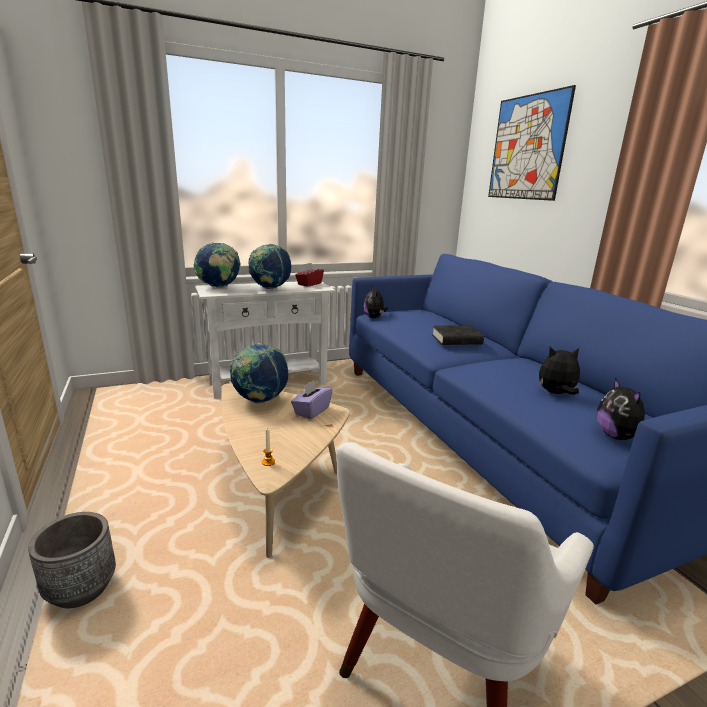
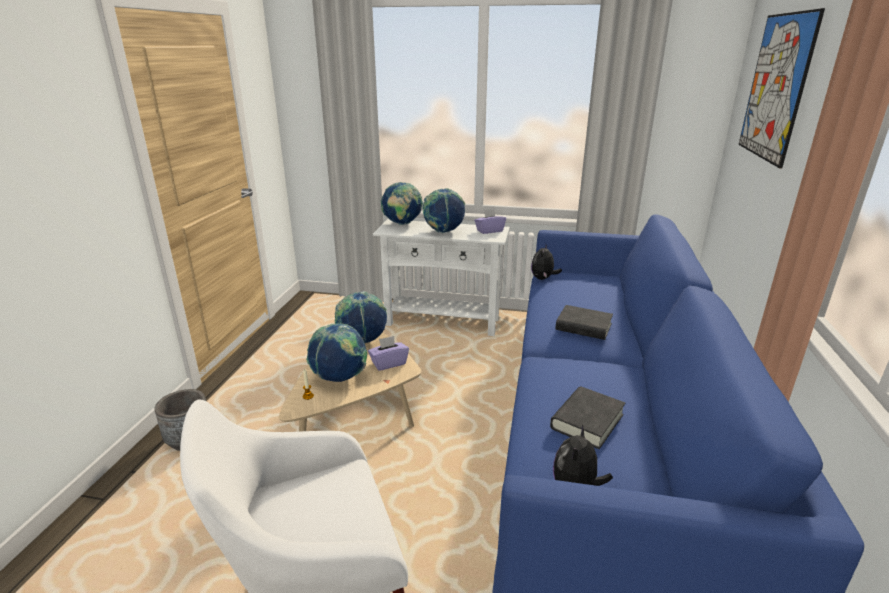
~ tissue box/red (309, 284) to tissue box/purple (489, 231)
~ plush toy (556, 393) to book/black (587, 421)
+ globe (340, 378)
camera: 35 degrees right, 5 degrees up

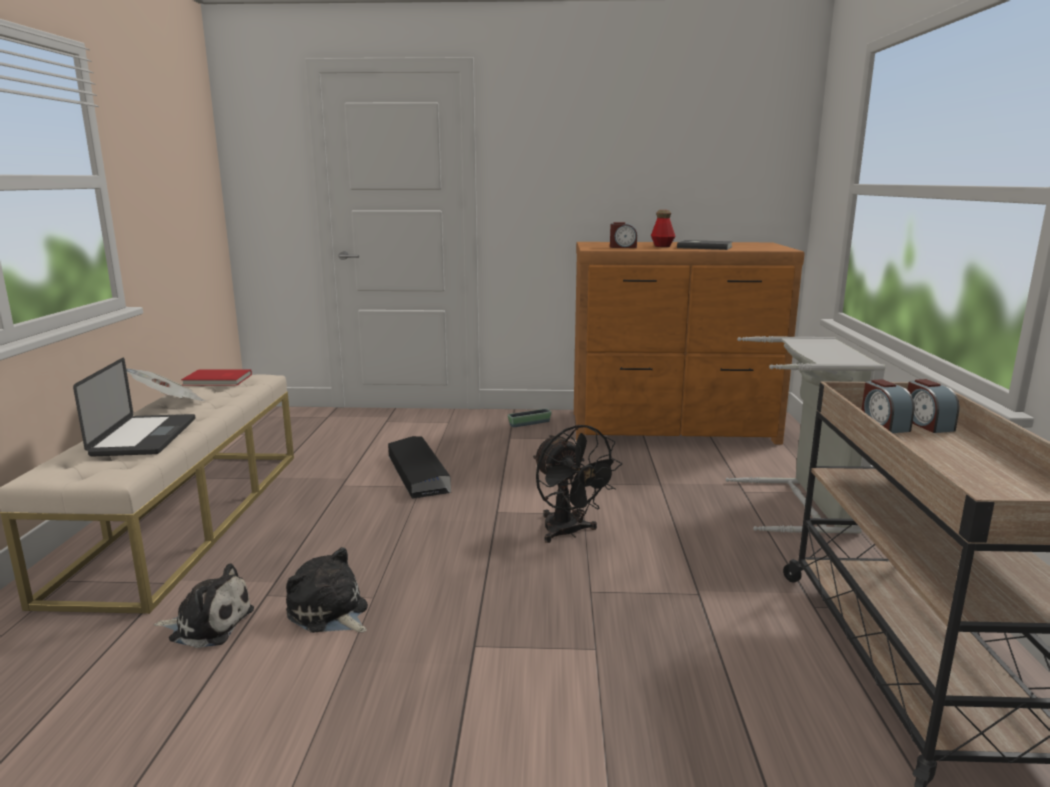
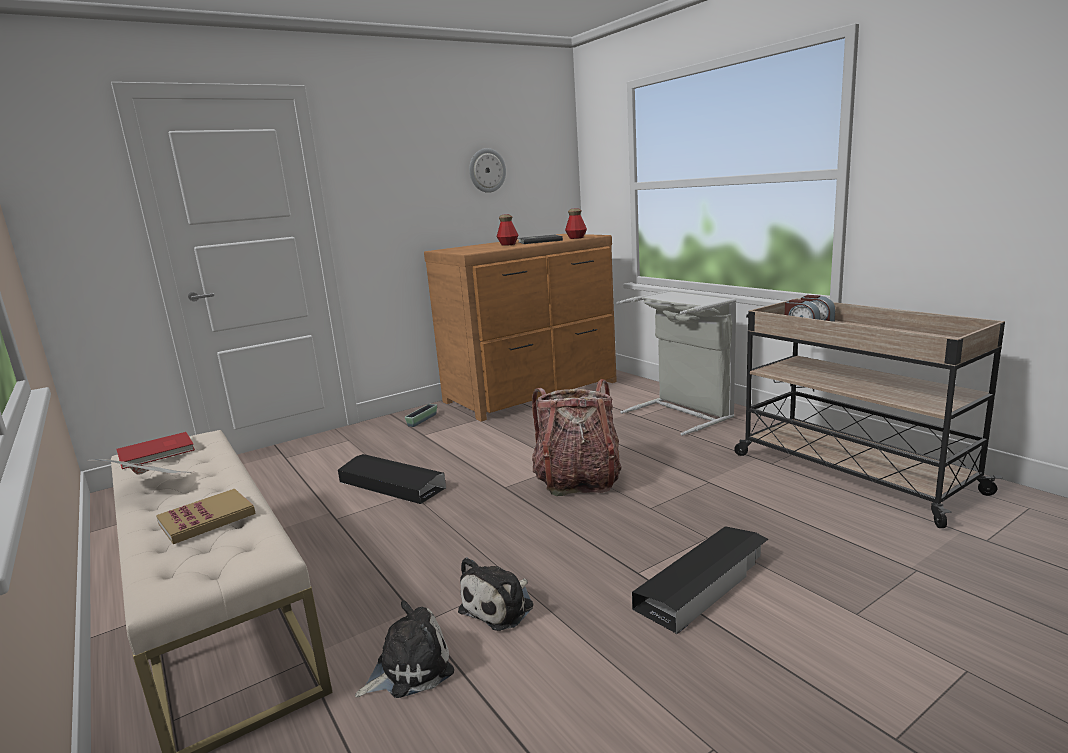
- alarm clock (623, 247)
~ laptop (144, 437) to book (207, 519)
~ fan/black (568, 533) to backpack (577, 480)
~ plush toy (329, 613) = (500, 607) 60 degrees counterclockwise
+ wall clock (487, 170)
+ bottle (576, 238)
+ storage box/black (704, 583)
camera: 35 degrees left, 0 degrees up

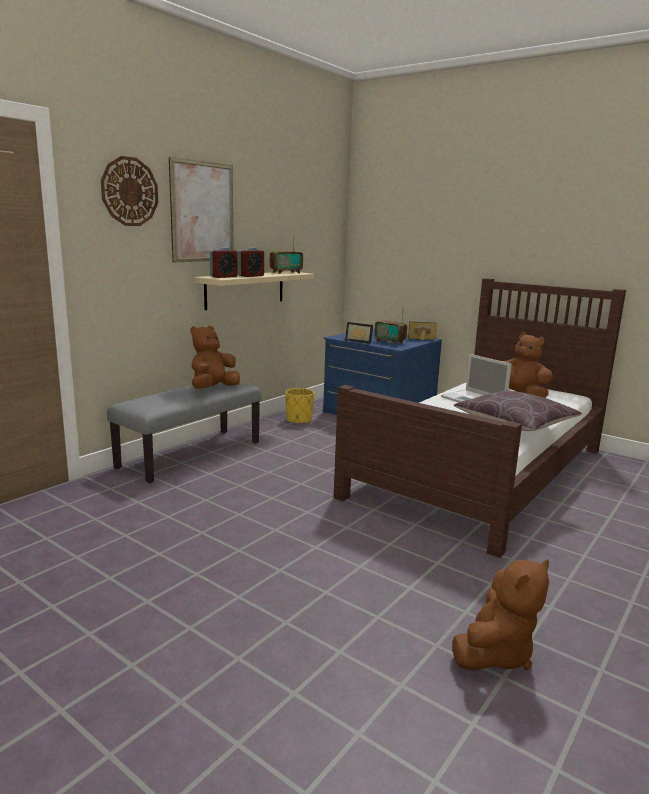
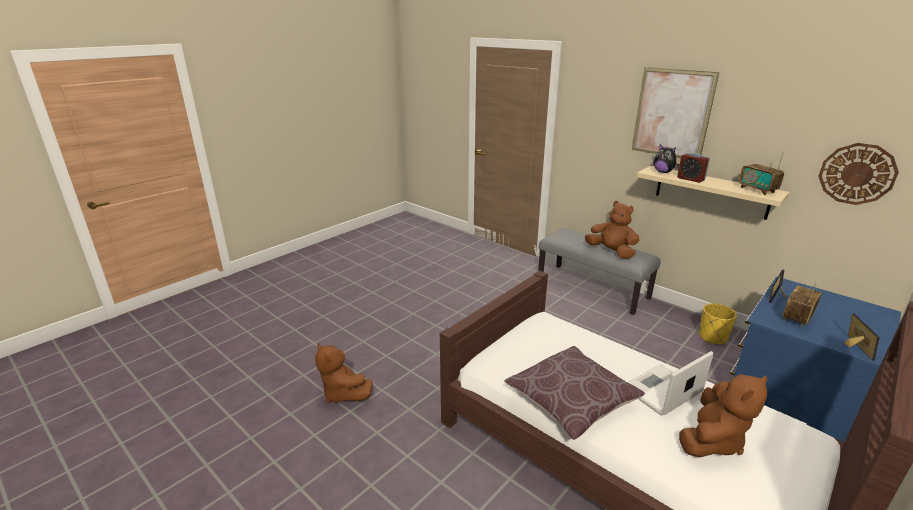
~ wall clock (129, 191) to (857, 174)
~ alarm clock (224, 277) to plush toy (663, 172)
camera: 95 degrees right, 10 degrees up

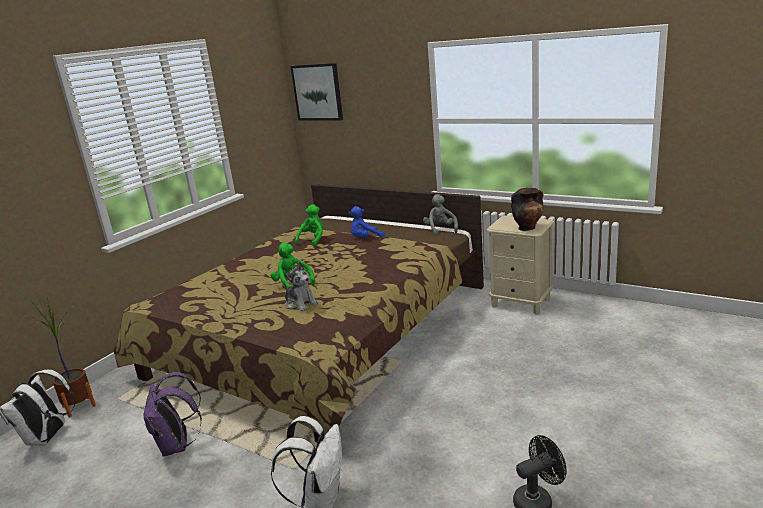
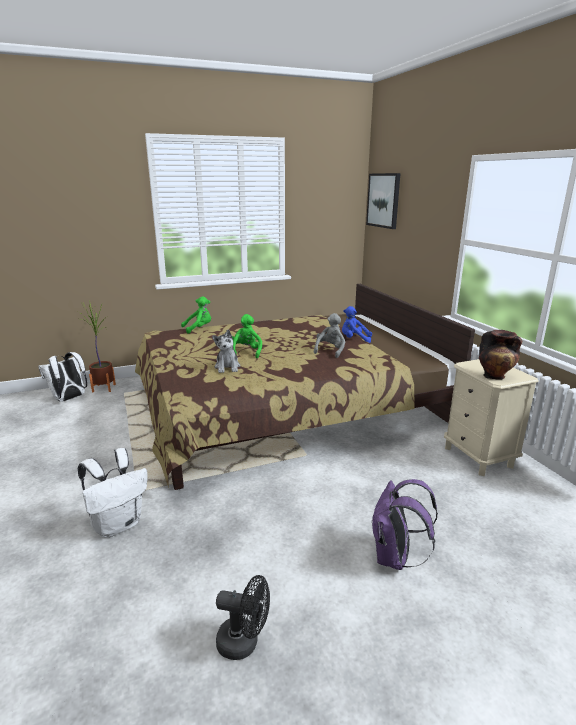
~ plush toy/grey (440, 230) to (330, 351)
~ plush toy/green (313, 240) to (199, 328)
~ backpack/purple (177, 446) to (395, 558)
camera: 35 degrees right, 0 degrees up

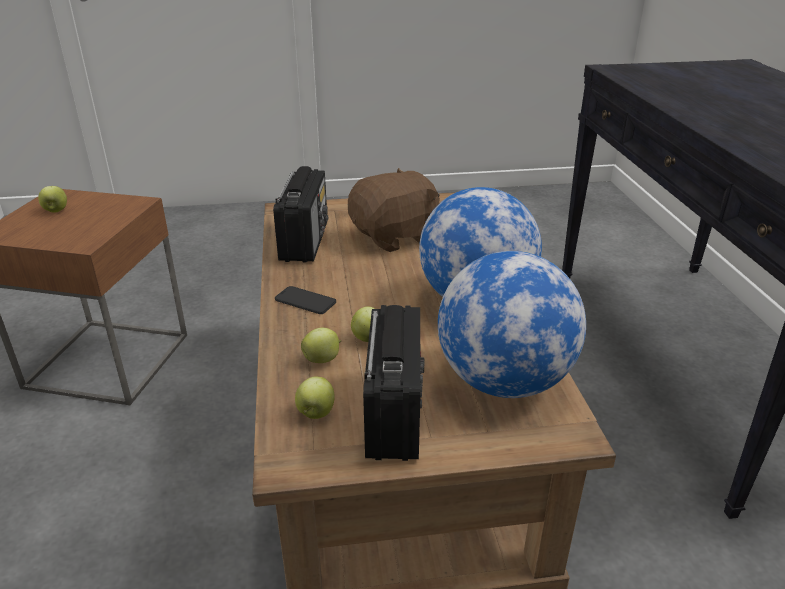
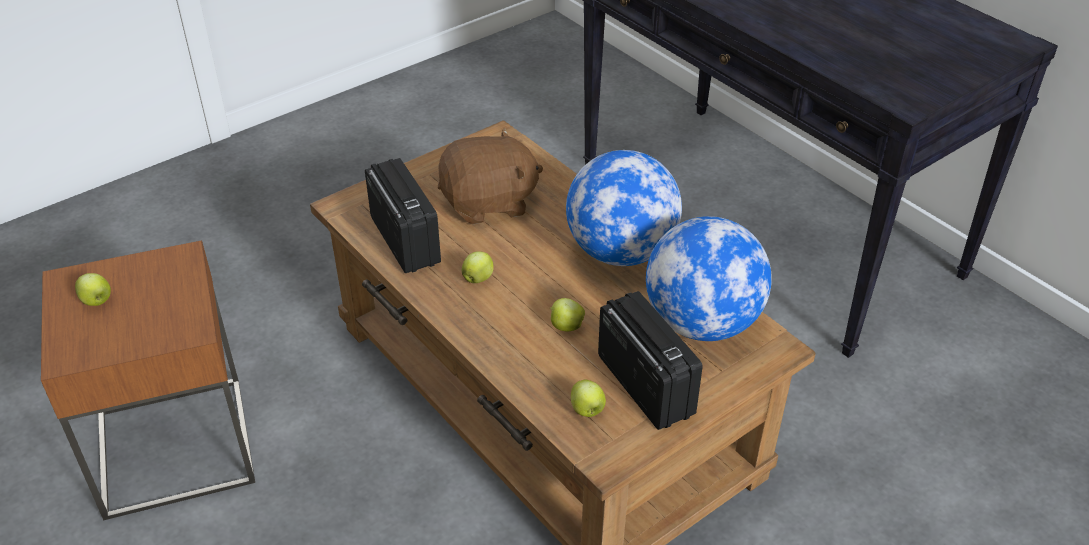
~ plush toy/brown (395, 236) = (489, 203) 45 degrees clockwise
- phone (305, 301)
~ apple (322, 360) to (478, 278)
camera: 30 degrees left, 10 degrees up

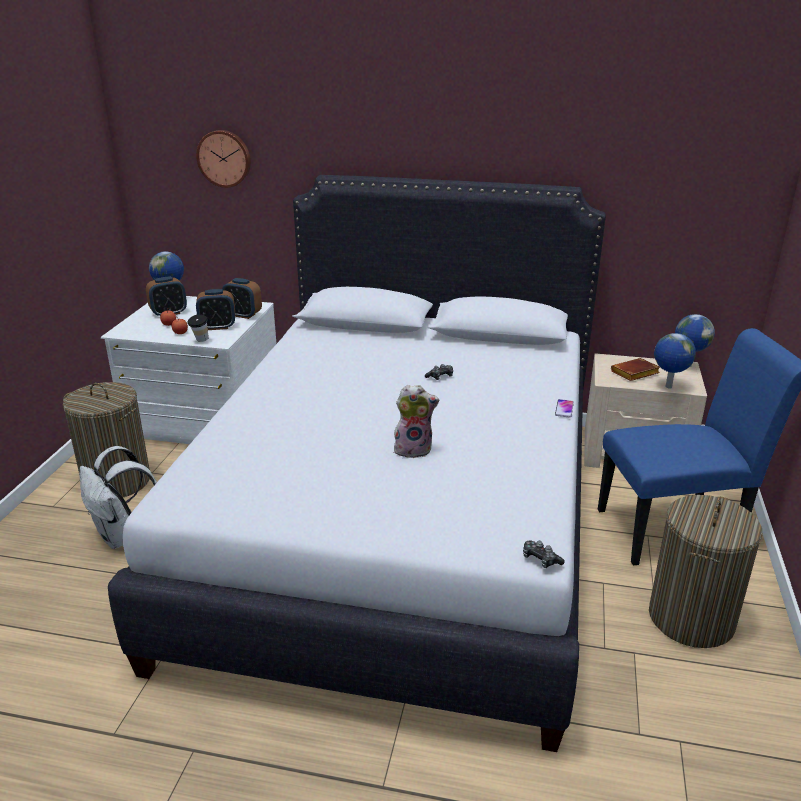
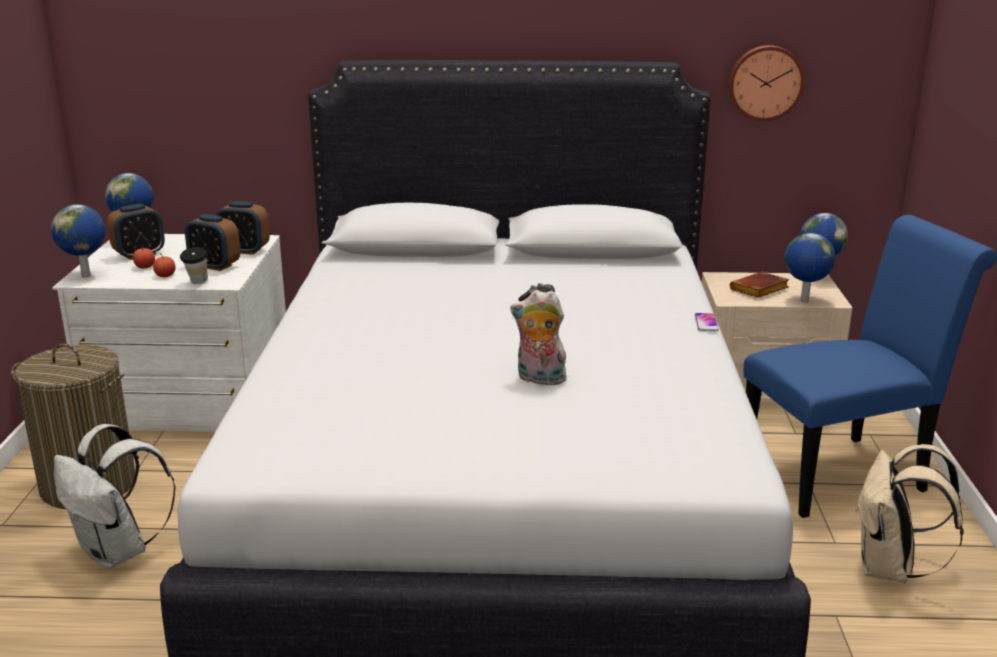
~ wall clock (224, 158) to (765, 82)
~ alarm clock (217, 327) = (215, 266) 45 degrees clockwise
~ plush toy (414, 449) = (539, 379) 150 degrees counterclockwise
~ laundry basket (691, 618) to backpack/beige (890, 569)
- game controller (540, 559)
+ globe (87, 276)
camera: 10 degrees left, 5 degrees down

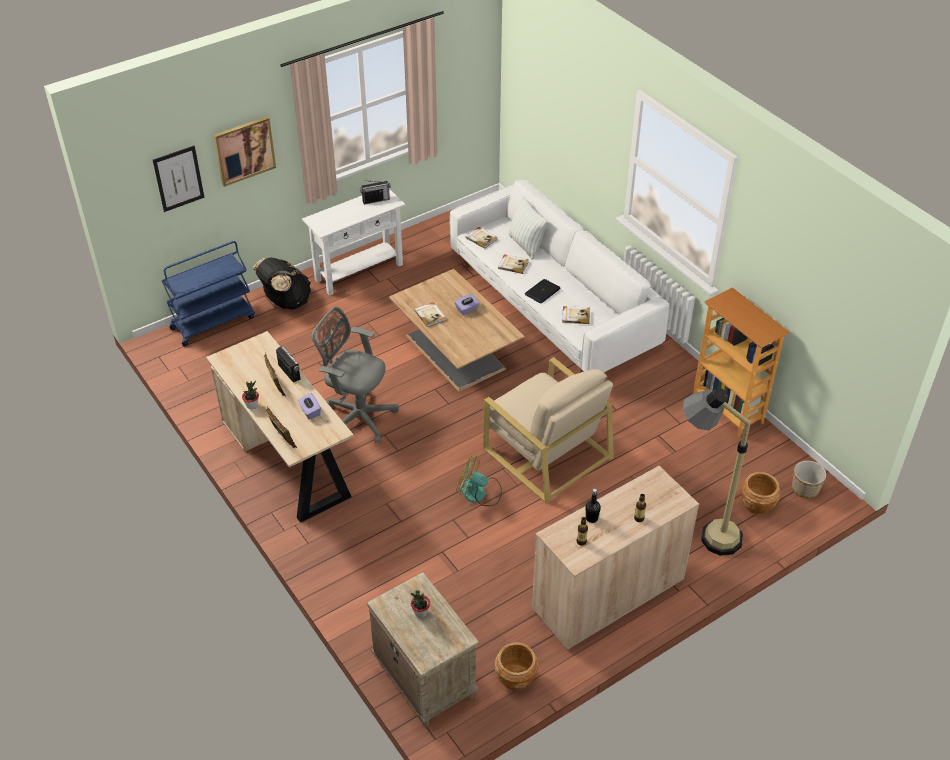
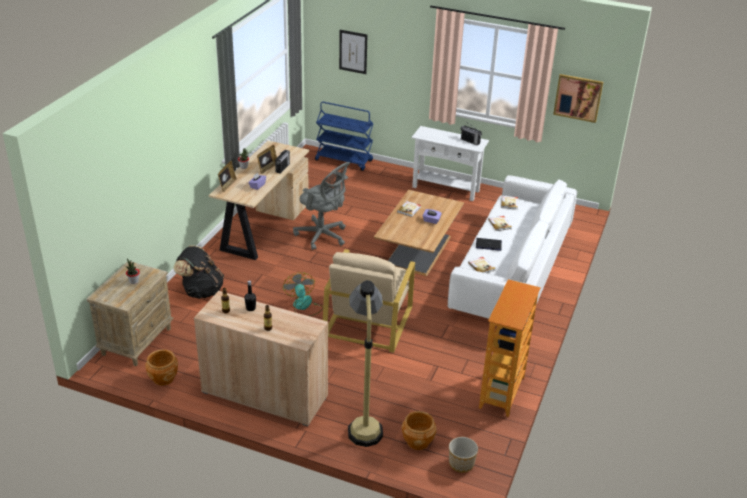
~ picture (244, 150) to (578, 97)
- pillow (526, 245)
~ backpack/black (285, 302) to (201, 291)
~ office chair/grey (357, 415) = (323, 236) 135 degrees clockwise
camera: 55 degrees right, 10 degrees down

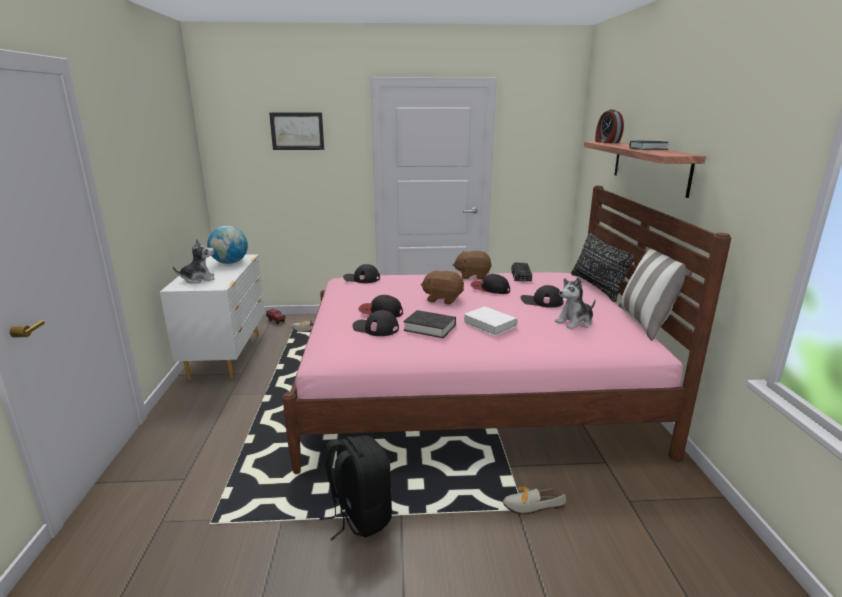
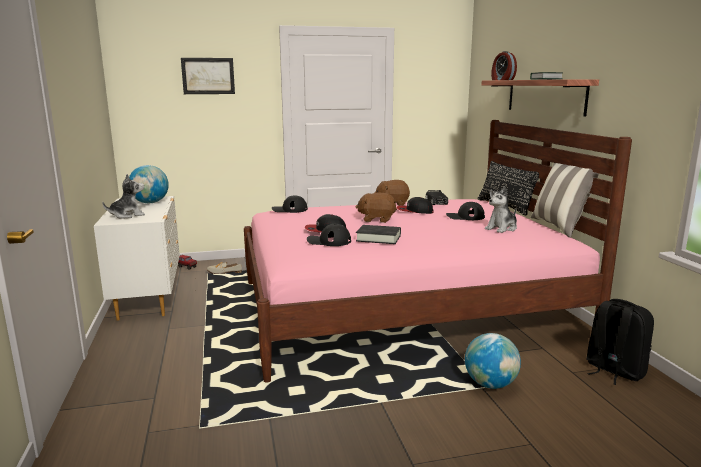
- book/white (489, 325)
~ backpack/black (359, 516) to (614, 370)
~ shoe (528, 506) to globe (490, 384)
camera: 10 degrees left, 5 degrees down

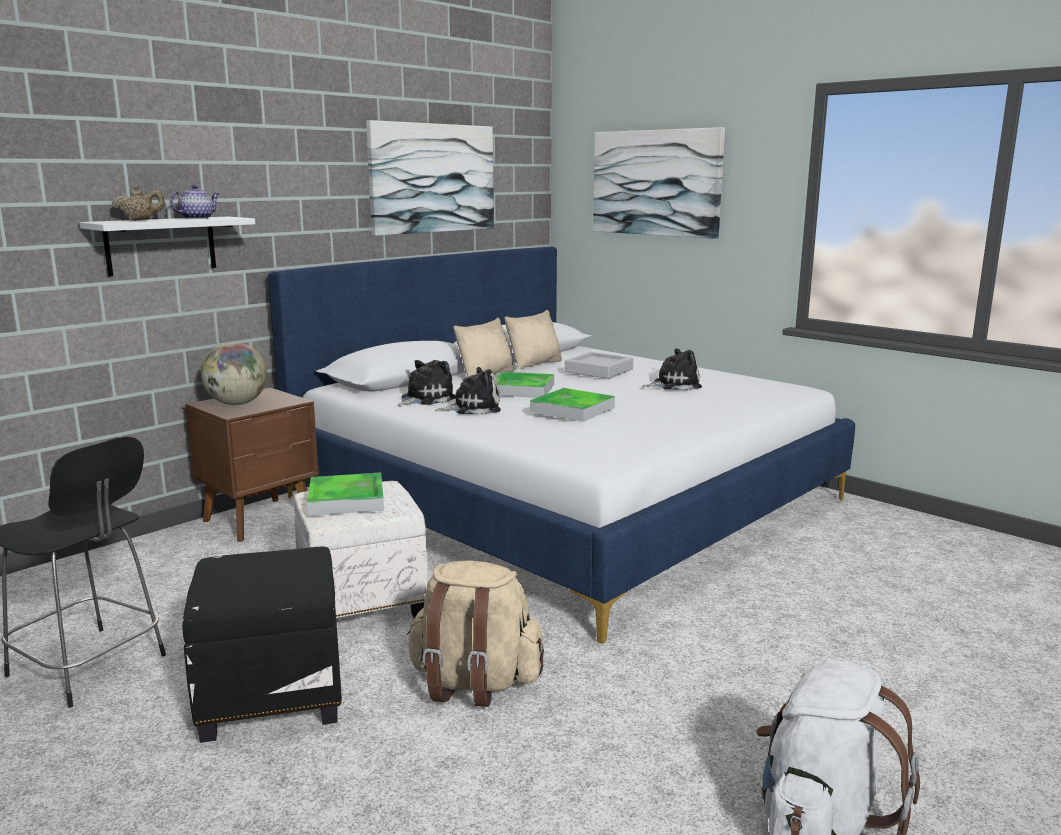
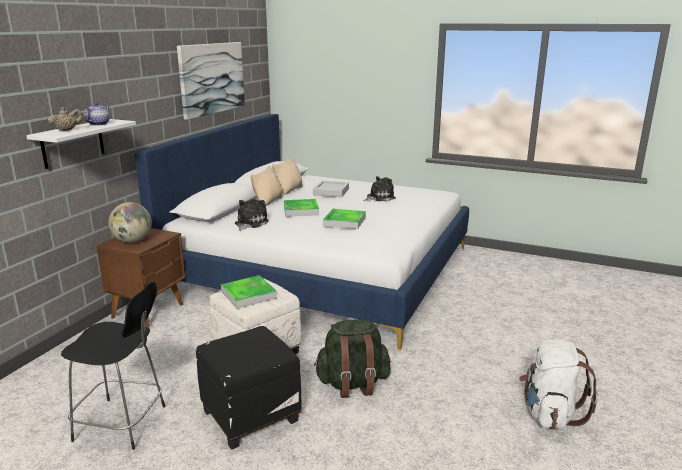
- picture (656, 183)
- plush toy (473, 408)
~ backpack/beige (474, 683) to backpack/green (353, 384)
camera: 20 degrees left, 5 degrees up

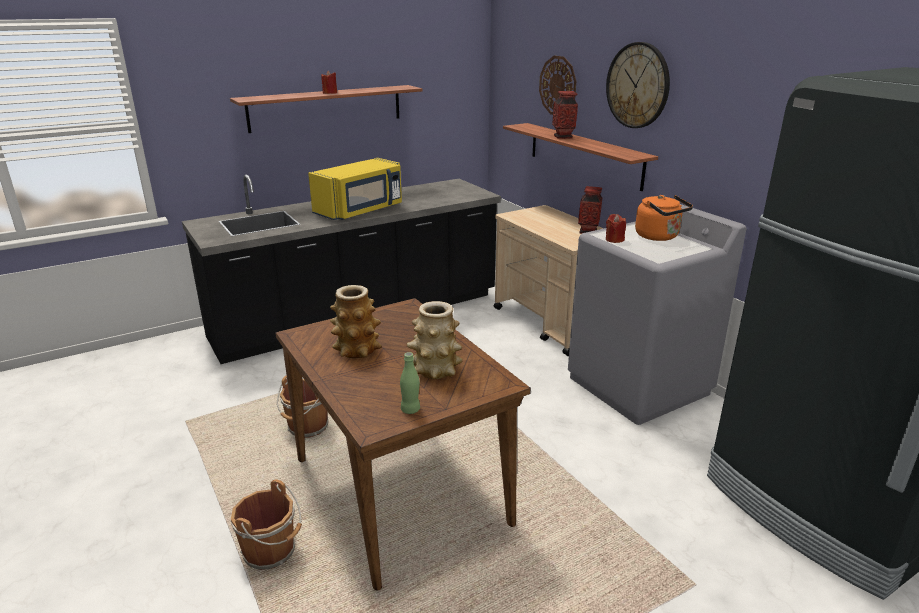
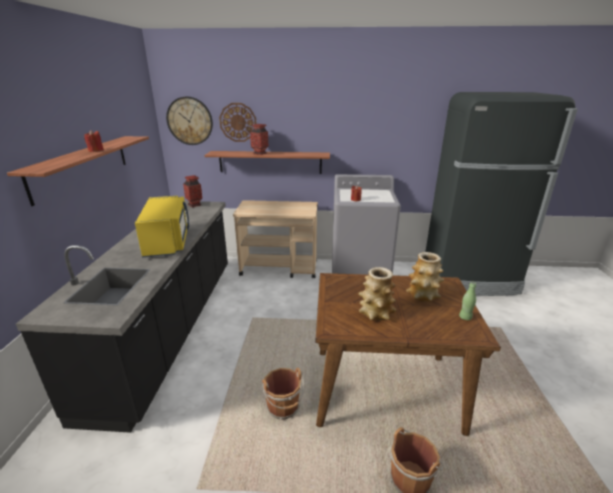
~ wall clock (638, 85) to (190, 121)
~ vase (588, 232) to (194, 205)
- kettle/orange (659, 237)
camera: 55 degrees left, 0 degrees up

